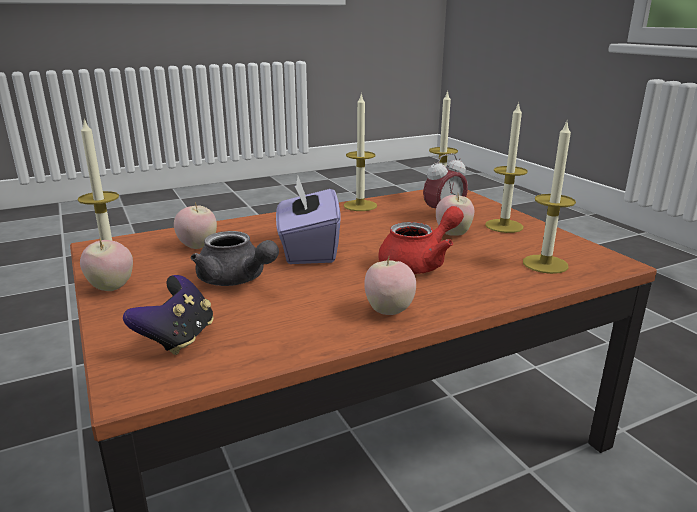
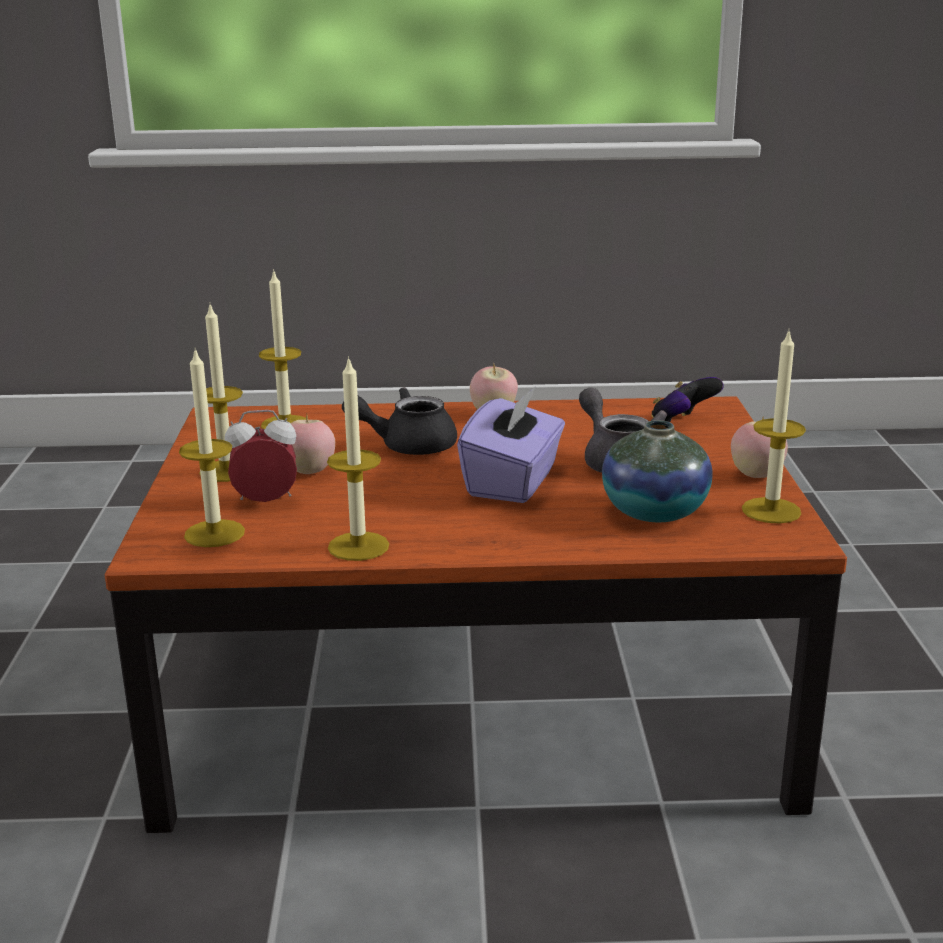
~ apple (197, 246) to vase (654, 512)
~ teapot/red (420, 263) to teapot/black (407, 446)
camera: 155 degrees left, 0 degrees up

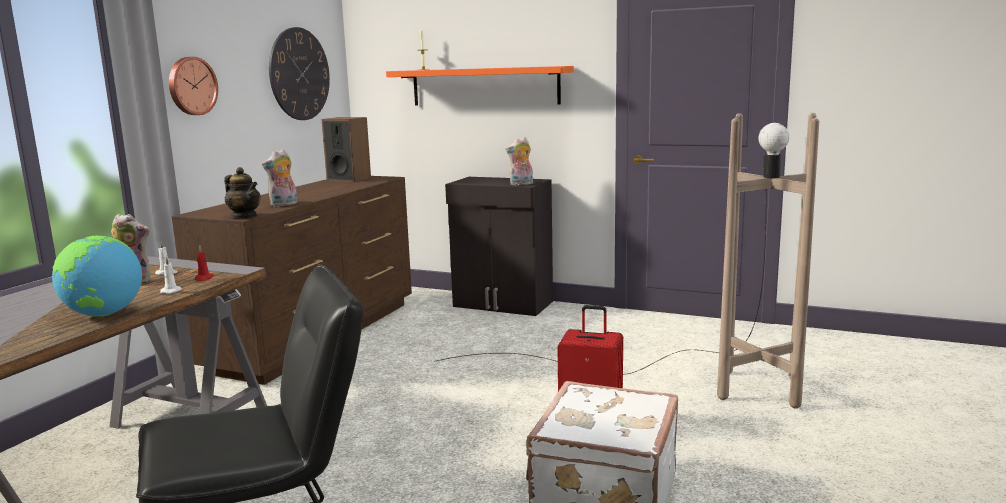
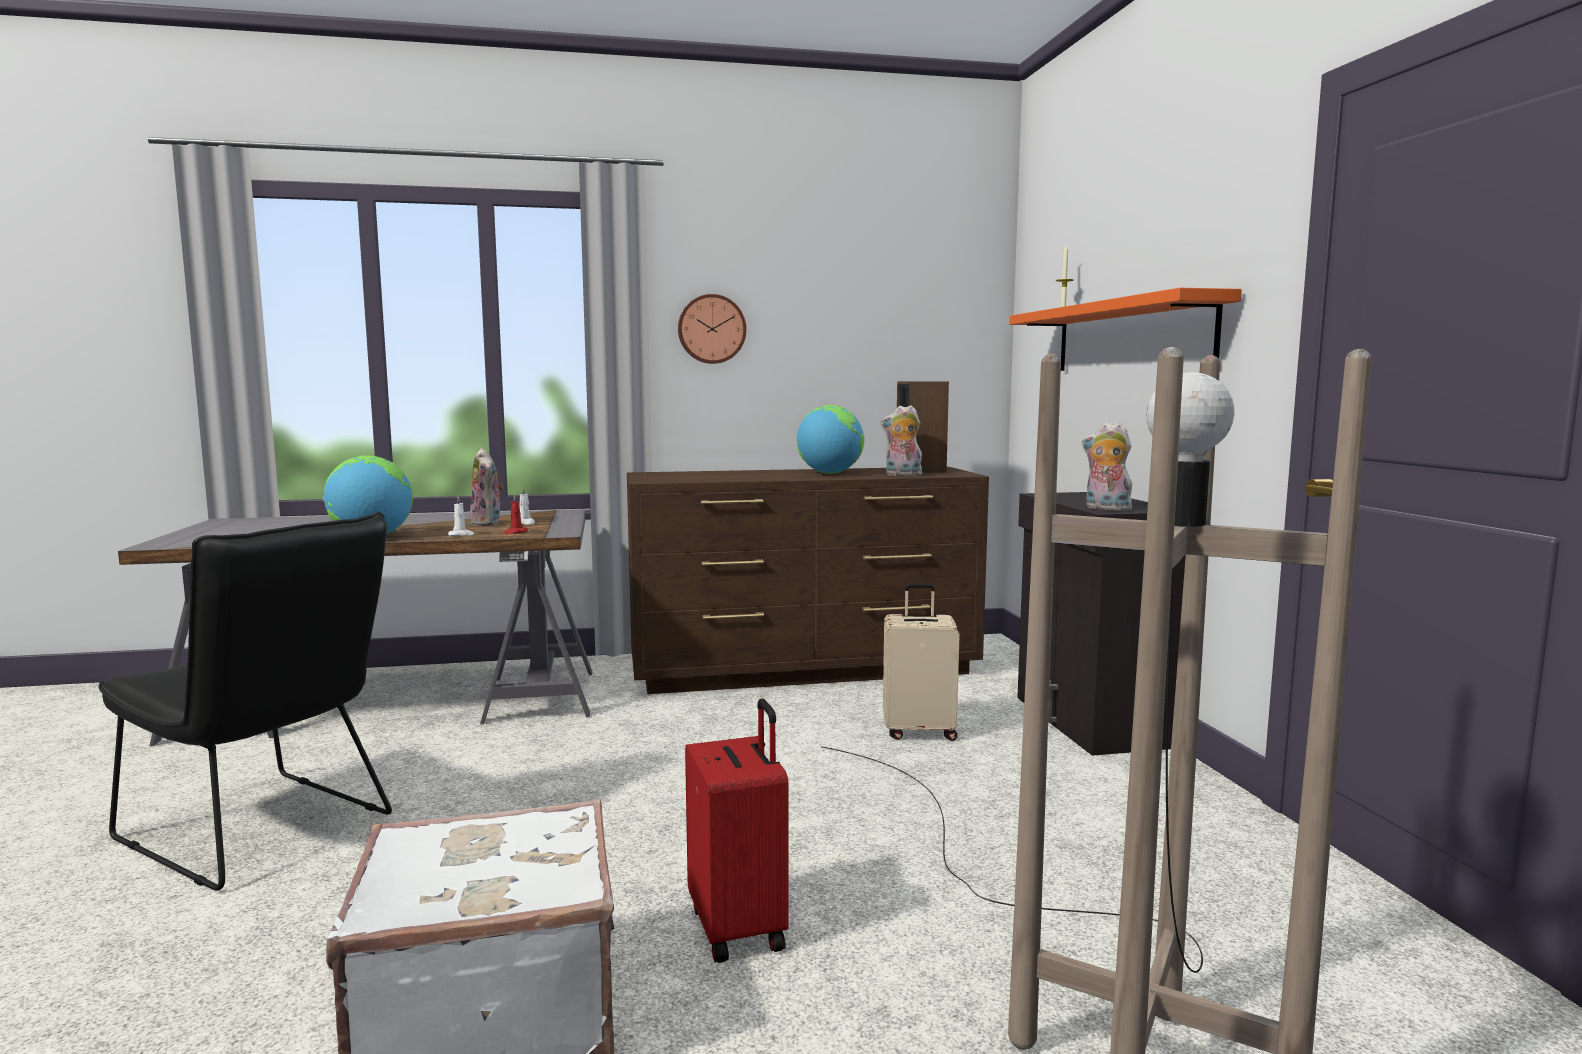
- wall clock (299, 74)
~ plush toy (284, 205) to (902, 475)
- teapot (245, 216)
+ globe (830, 473)
+ suitcase/beige (919, 731)
camera: 55 degrees right, 5 degrees down

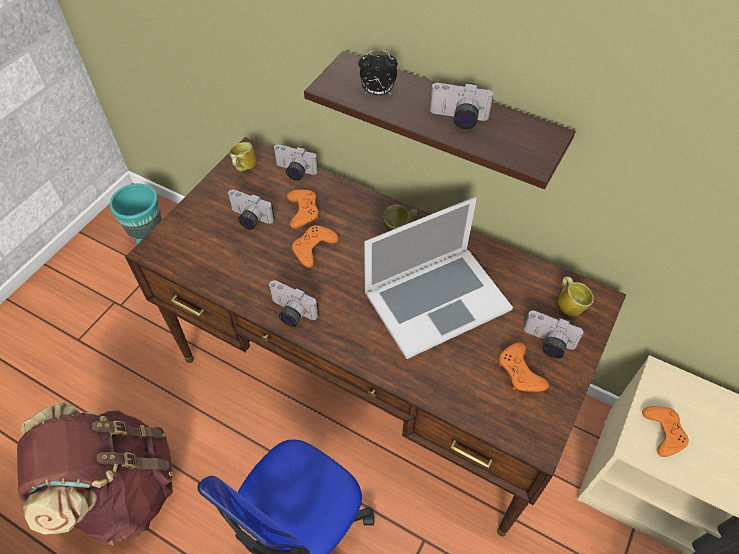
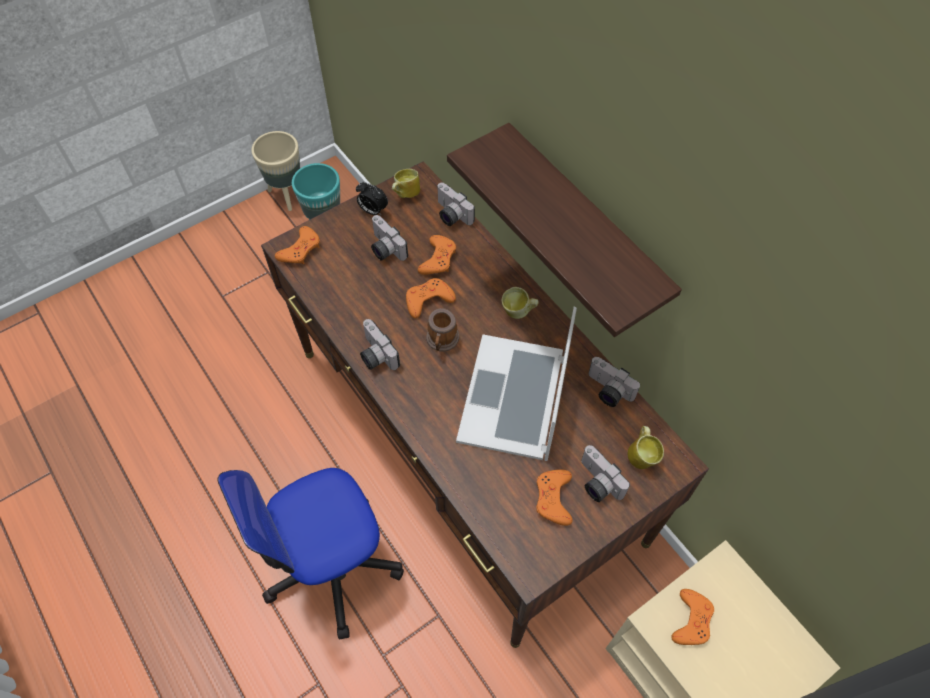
~ alarm clock (377, 93) to (372, 211)
~ photo camera (458, 119) to (607, 391)
~ laptop (436, 300) = (515, 397) 105 degrees clockwise
- backpack/brown (120, 489)
+ planter/beige (287, 195)
+ game controller/orange (300, 250)
+ mug (442, 341)
camera: 25 degrees right, 5 degrees up

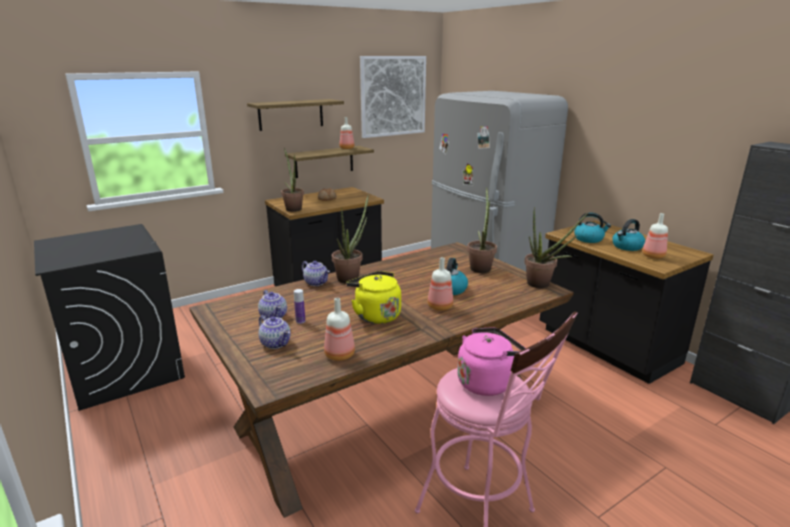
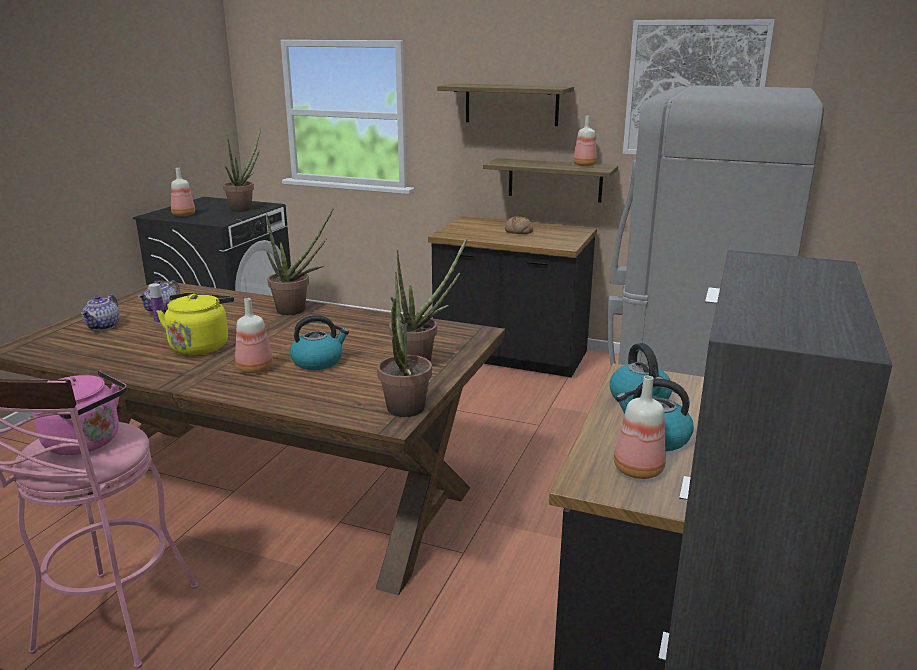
~ potted plant (293, 208) to (245, 208)
- teapot (316, 283)
~ bottle (340, 355) to (183, 215)
camera: 55 degrees right, 0 degrees up

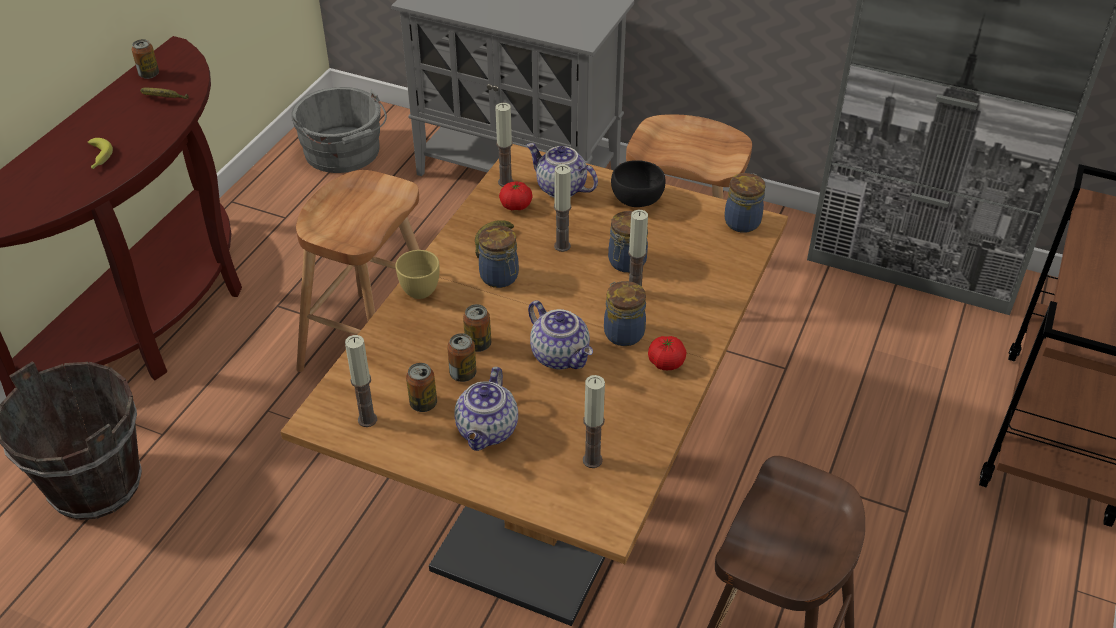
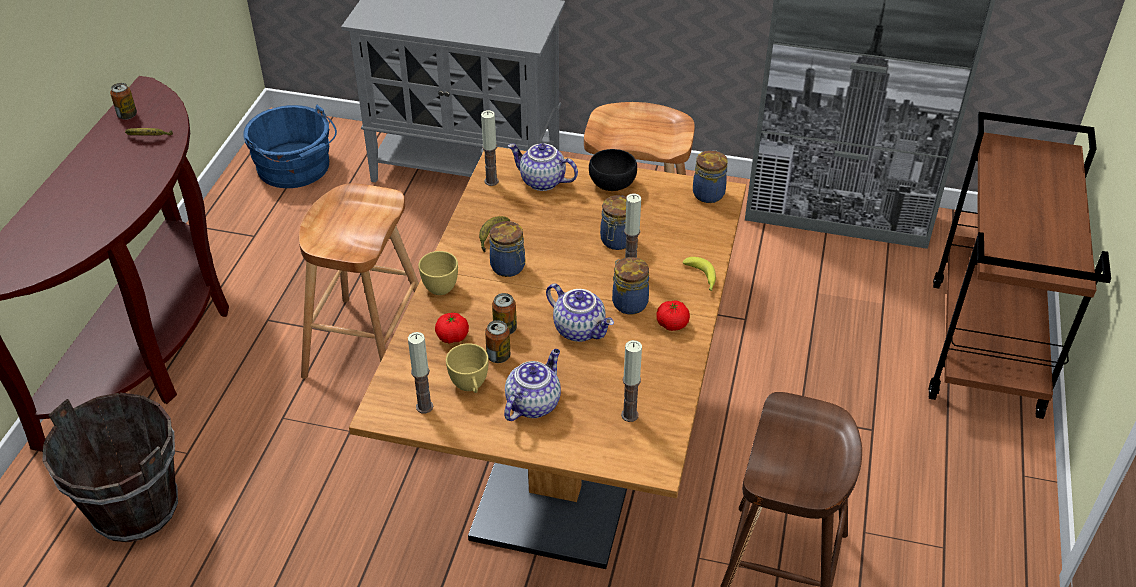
~ bucket/grey (344, 153) to bucket/blue (296, 168)
~ banana (98, 158) to (701, 278)
- candle (562, 246)
~ tomato (516, 205) to (452, 336)
~ can (423, 404) to cup/yellow (470, 386)
~ teapot (487, 431) = (533, 403) 150 degrees counterclockwise
camera: 10 degrees left, 0 degrees up

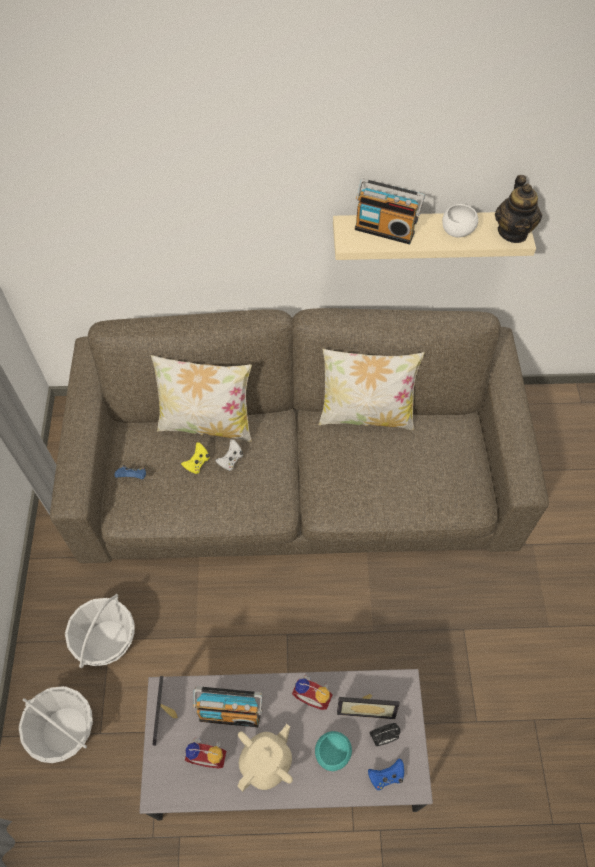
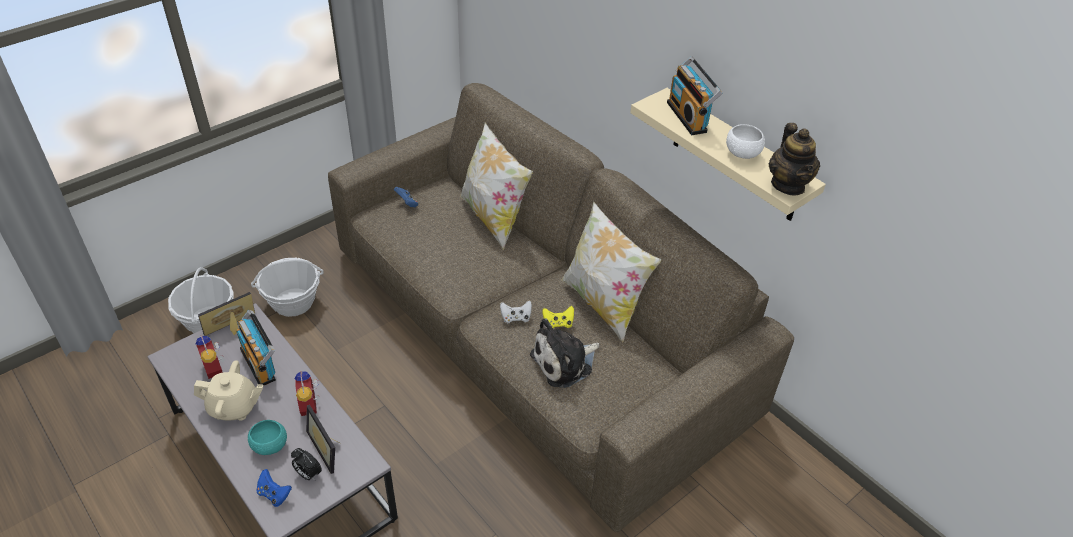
~ teapot (513, 232) = (788, 185) 60 degrees counterclockwise
~ game controller/white (231, 460) to (516, 318)
~ game controller/yellow (197, 463) to (558, 323)
+ plush toy (565, 362)
camera: 50 degrees right, 15 degrees down

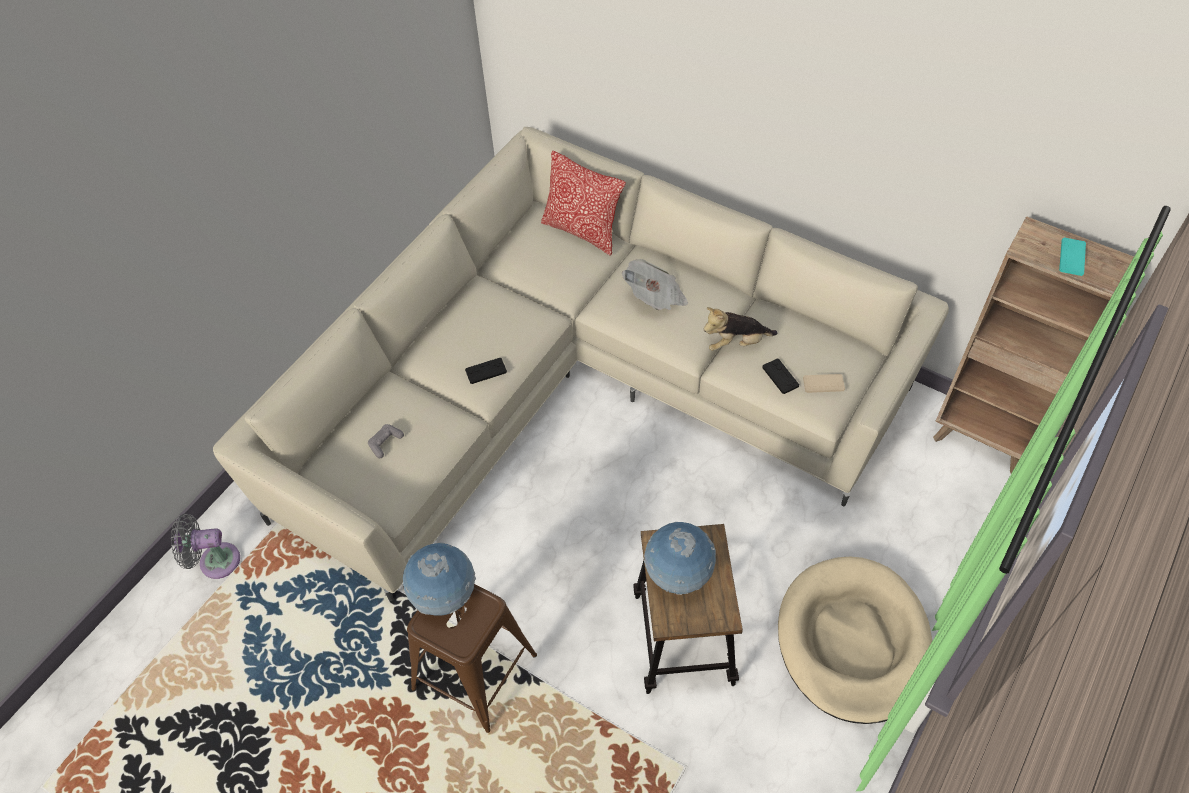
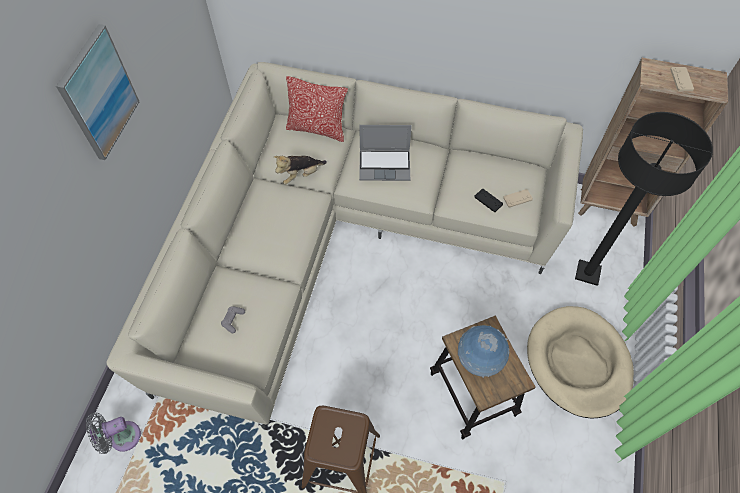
~ game controller/turquoise (1072, 257) to game controller/beige (681, 79)
~ newspaper (655, 297) to laptop (385, 165)
~ plush toy (736, 343) to (300, 175)
- game controller/black (486, 371)
- globe (444, 596)
+ picture (98, 94)
+ floor lamp/black (587, 273)
camera: 20 degrees left, 5 degrees up

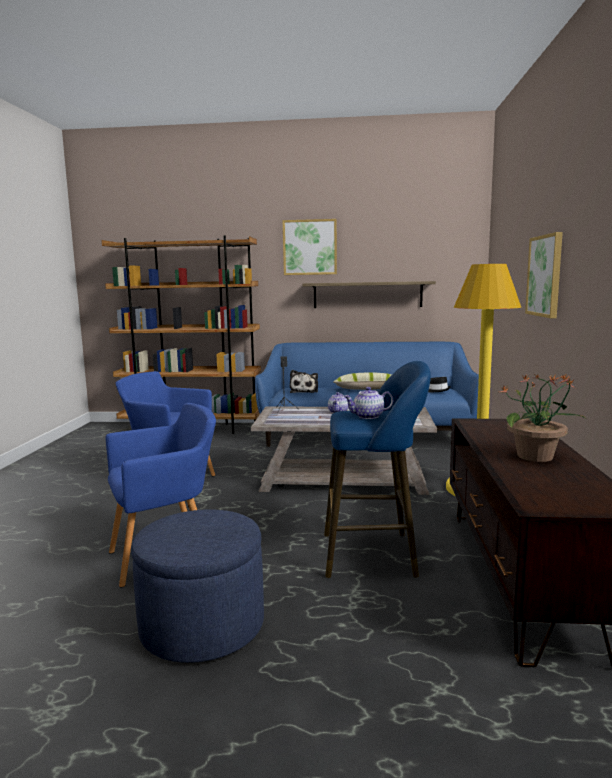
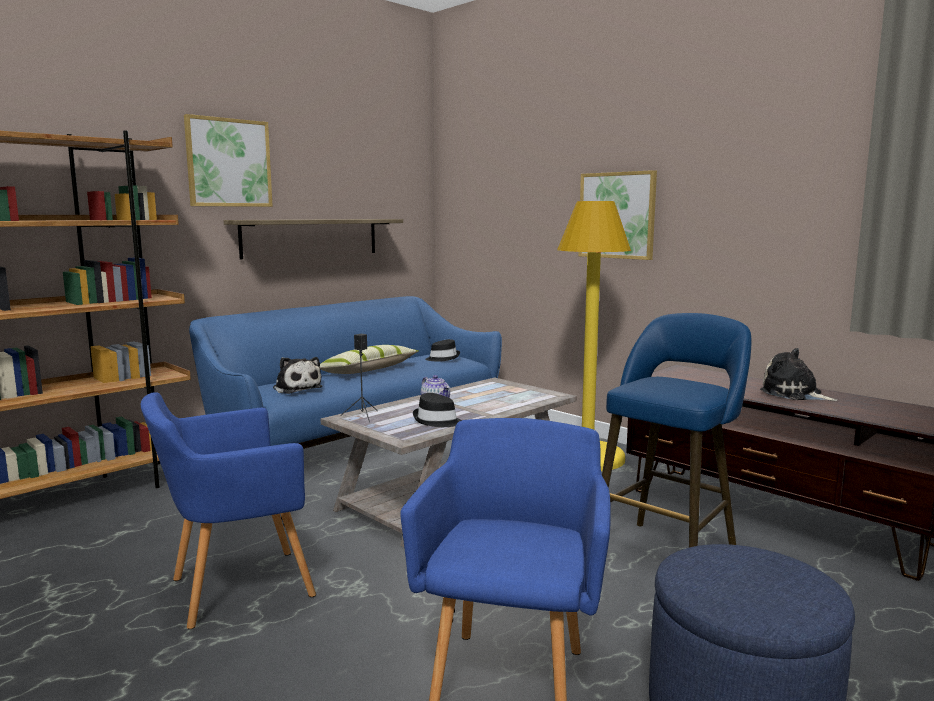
~ potted plant (536, 456) to plush toy (794, 394)
- teapot (368, 416)
+ hat/black (437, 421)
camera: 50 degrees left, 0 degrees up

